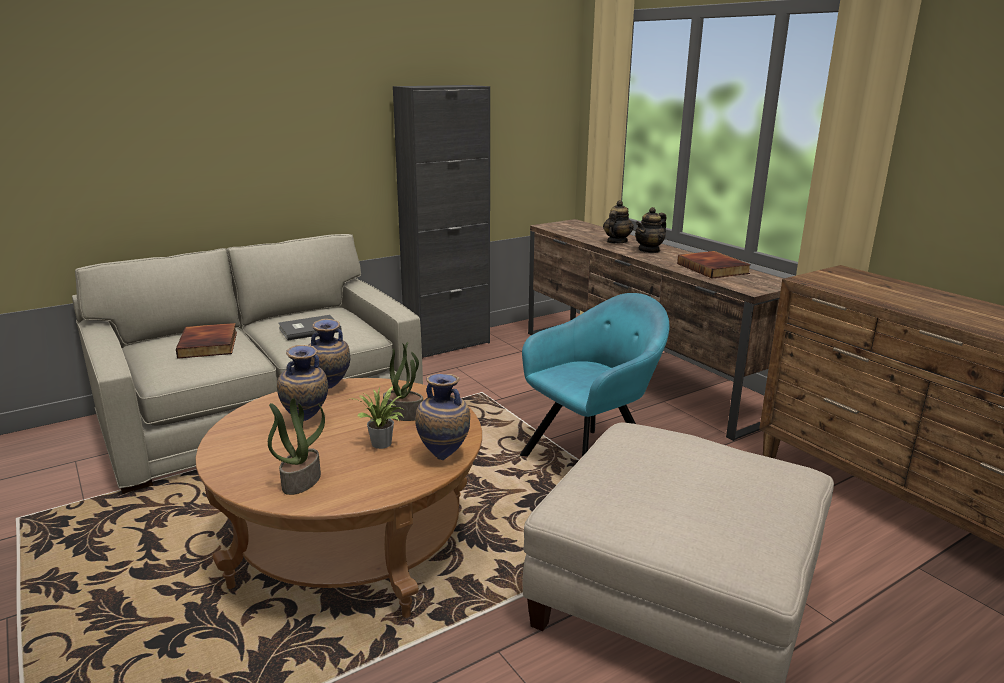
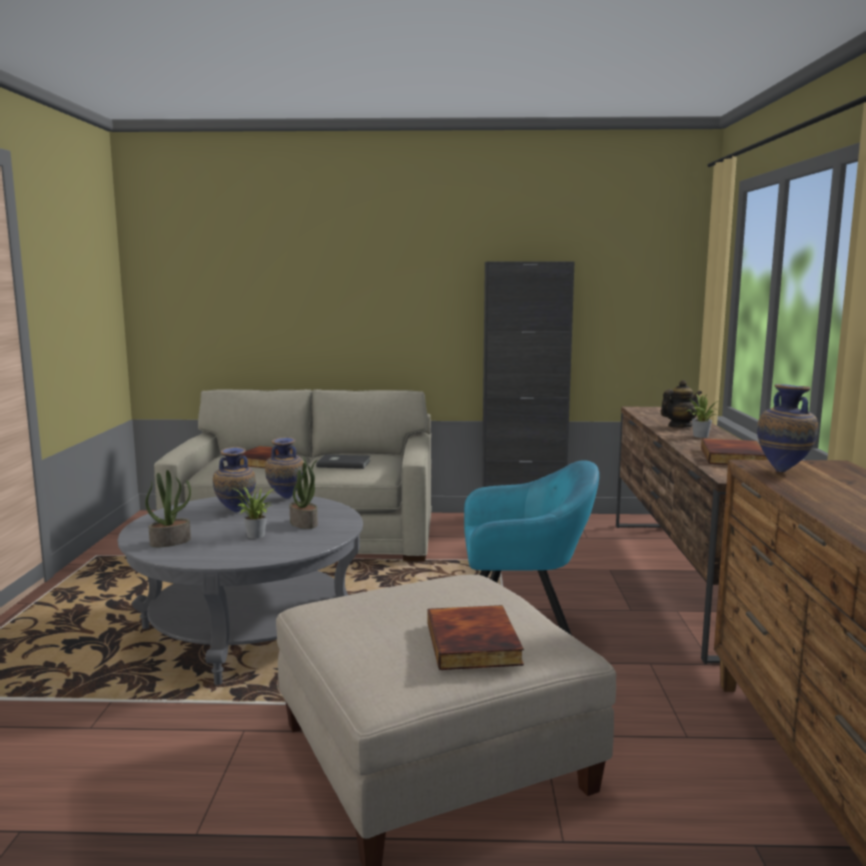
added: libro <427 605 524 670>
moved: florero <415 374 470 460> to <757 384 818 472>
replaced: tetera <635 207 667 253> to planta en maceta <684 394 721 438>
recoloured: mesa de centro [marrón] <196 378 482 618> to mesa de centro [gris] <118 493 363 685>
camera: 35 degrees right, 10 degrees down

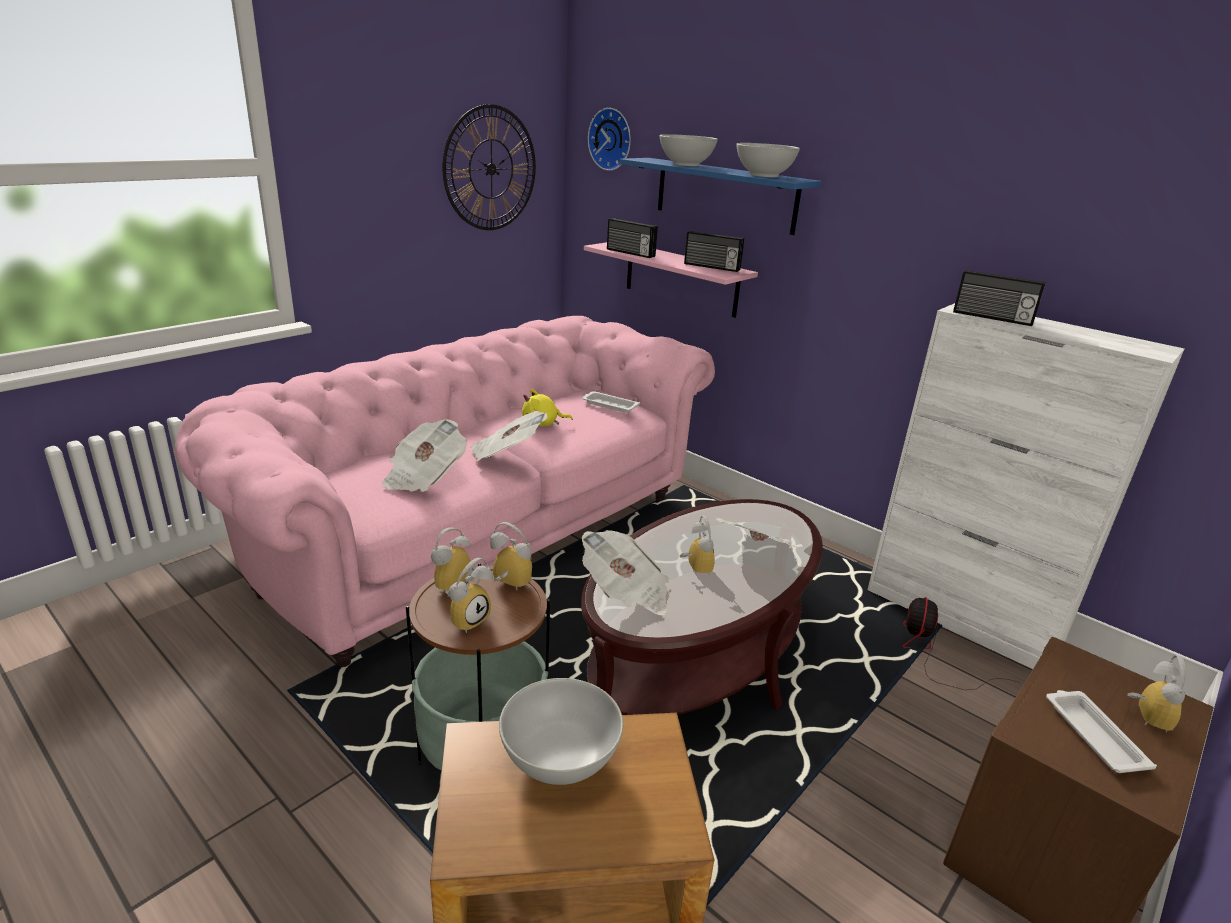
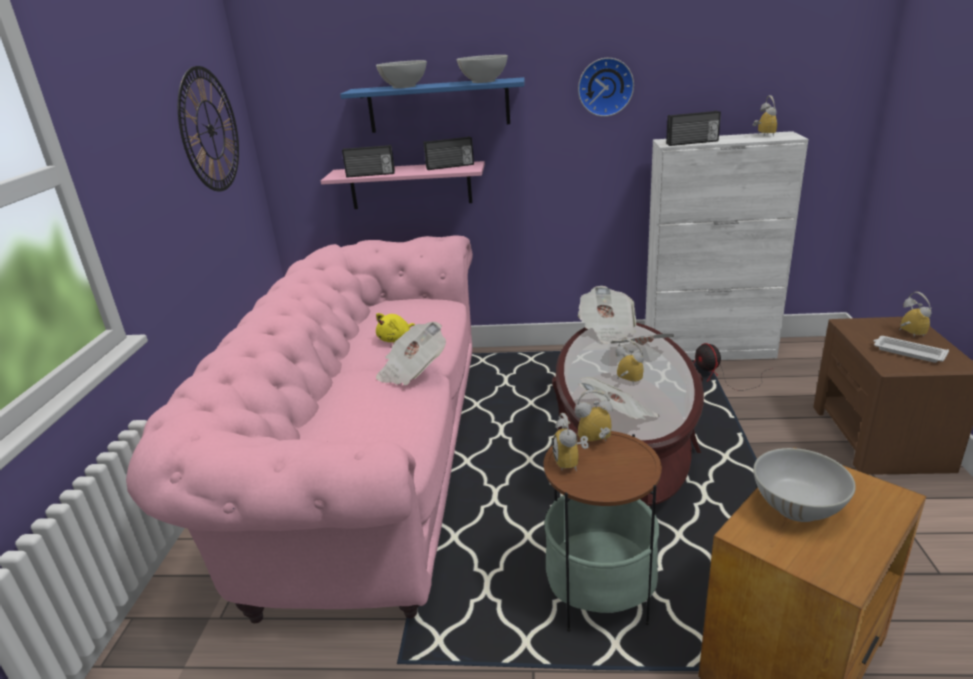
removed: bandeja [blanco] <582 391 640 413>
moved: periódico <382 419 467 492> to <578 286 636 344>; despertador <445 558 493 633> to <753 95 777 136>; reloj de pared <588 108 631 171> to <578 58 634 117>
camera: 35 degrees left, 0 degrees up

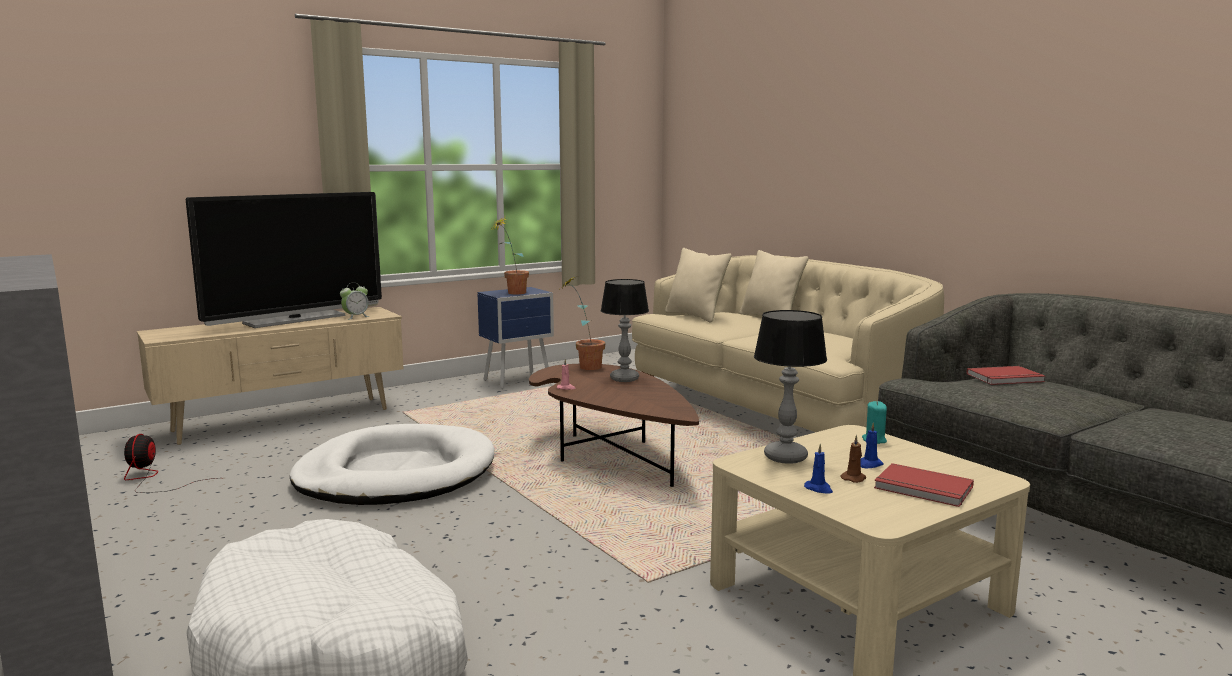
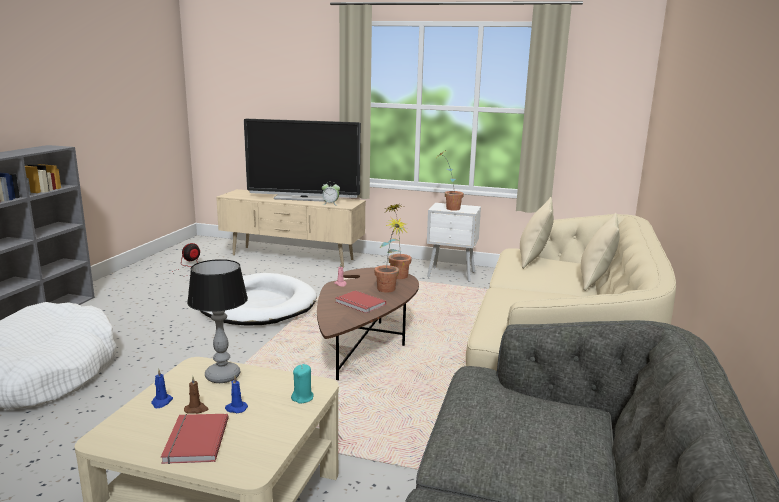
moved: libro [rojo] <966 366 1045 385> to <335 290 386 313>
replaced: lámpara de mesa <601 279 649 382> to planta en maceta <374 218 408 292>
recoloured: mesita de noche [azul] <477 287 554 389> to mesita de noche [blanco] <427 203 481 282>
camera: 50 degrees right, 5 degrees up

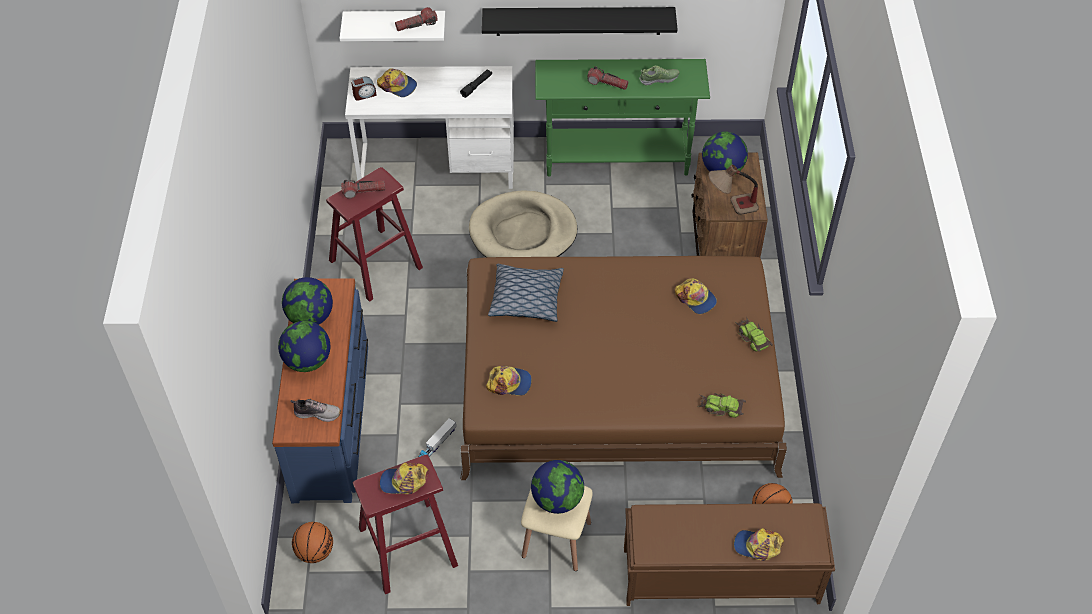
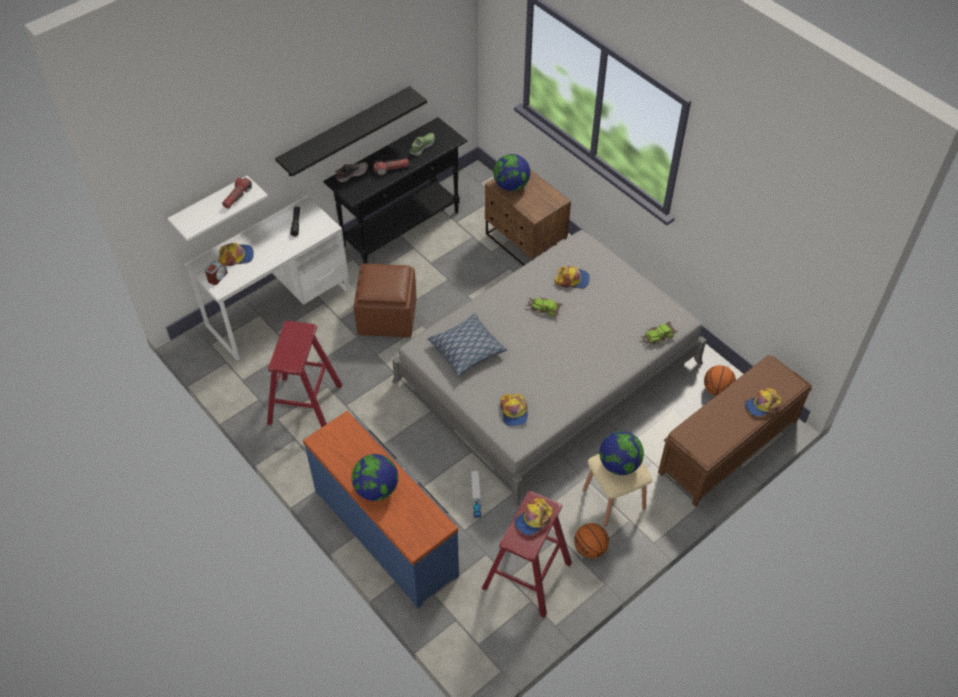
removed: globo terráqueo <282 277 333 325>; linterna <341 180 385 199>; lámpara de mesa <708 165 759 215>
moved: zapato <290 399 341 422> to <335 162 368 182>; balón de baloncesto <292 522 333 563> to <574 523 609 558>; coche de juguete <735 317 773 351> to <525 297 563 316>
replaced: cama para perro [beis] <469 190 577 257> to puf [marrón] <354 263 416 338>
recoloured: cama [marrón] <461 256 787 480> to cama [gris] <392 230 706 507>; mesa consola [verde] <535 59 710 176> to mesa consola [negro] <323 117 467 264>
turned: gorra <486 366 532 395> = <500 393 528 426> 120 degrees clockwise
camera: 40 degrees left, 0 degrees up

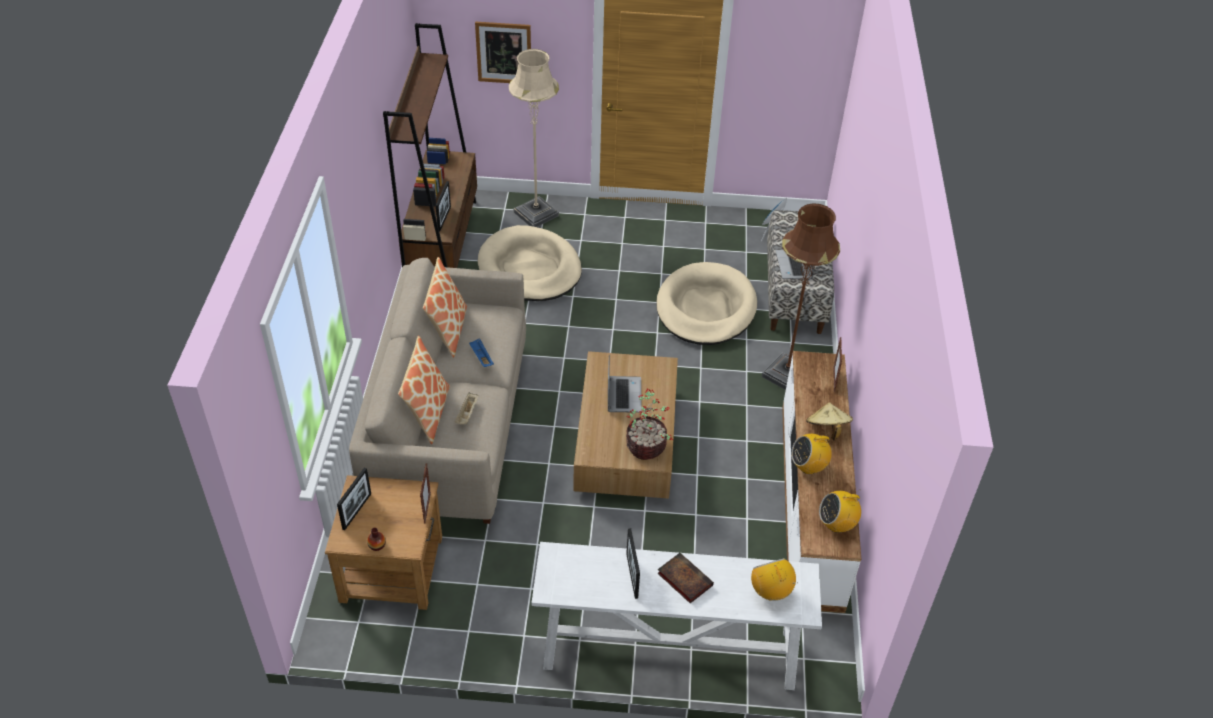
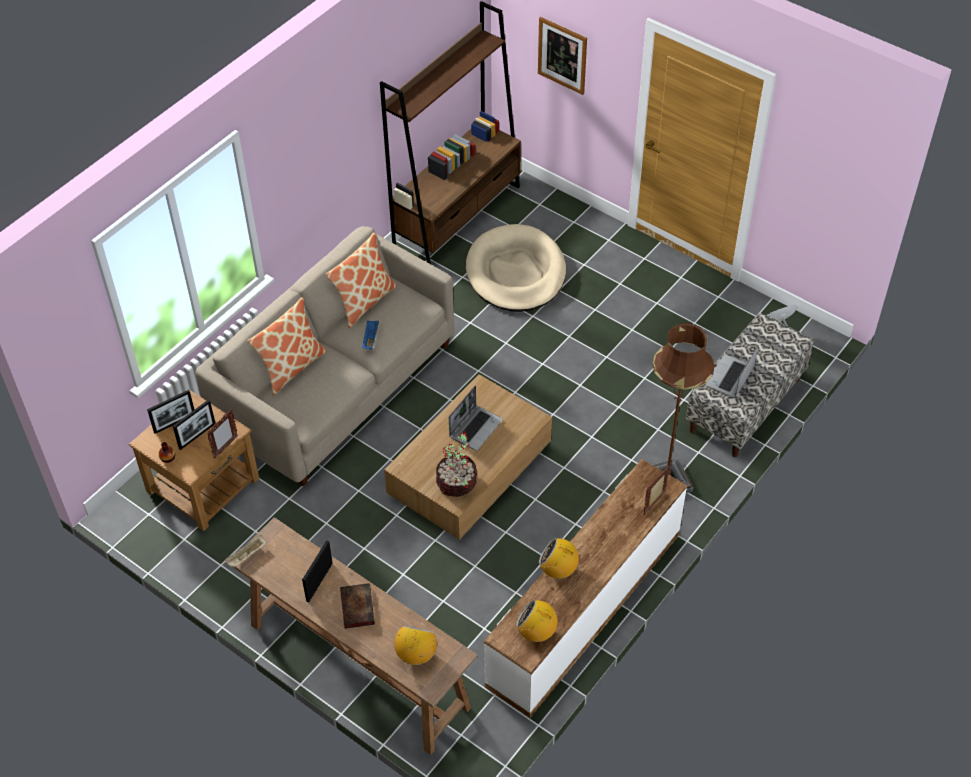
removed: lámpara de pie [beis] <509 49 559 227>; cama para perro [beis] <656 262 757 345>; sombrero [beis] <806 402 853 441>
moved: portarretratos <436 181 451 231> to <173 400 216 450>; bandeja [beis] <455 392 478 425> to <225 535 267 568>
recoloured: mesa consola [blanco] <531 542 822 690> to mesa consola [marrón] <232 517 477 755>
camera: 35 degrees right, 5 degrees up

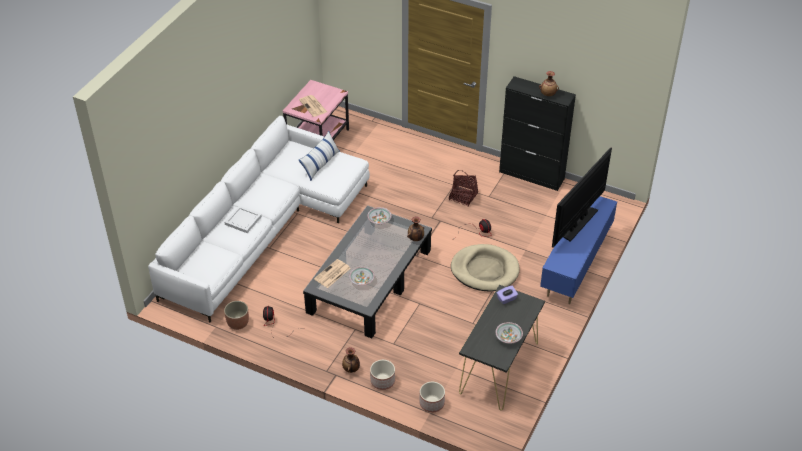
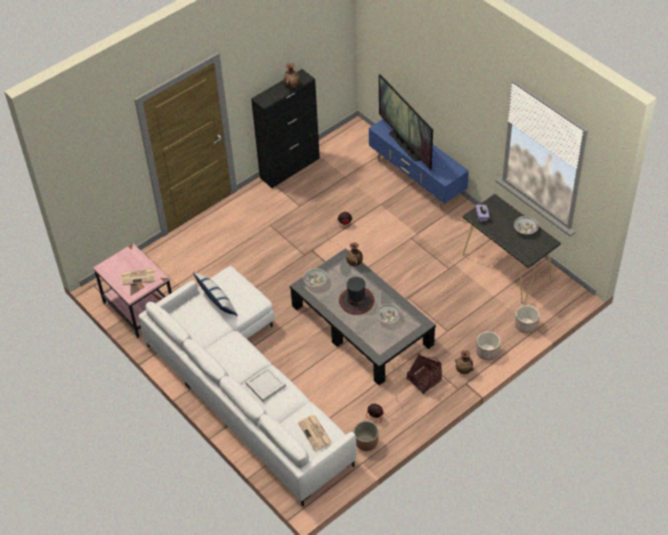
removed: cama para perro [beis] <451 244 520 291>
added: sombrero <339 277 374 315>
moved: periódico <314 259 351 288> to <298 415 332 451>; cesta <449 170 478 207> to <407 354 442 394>
camera: 65 degrees left, 5 degrees up

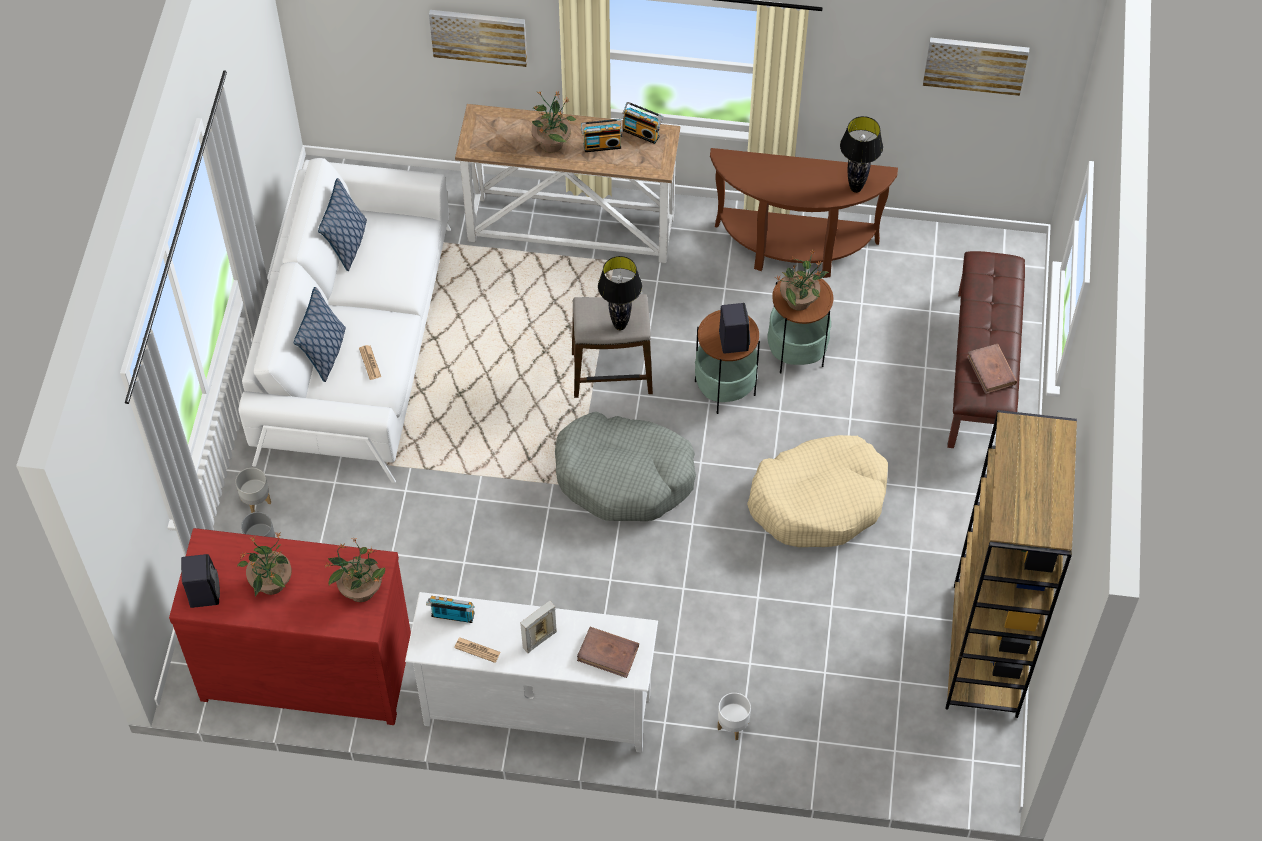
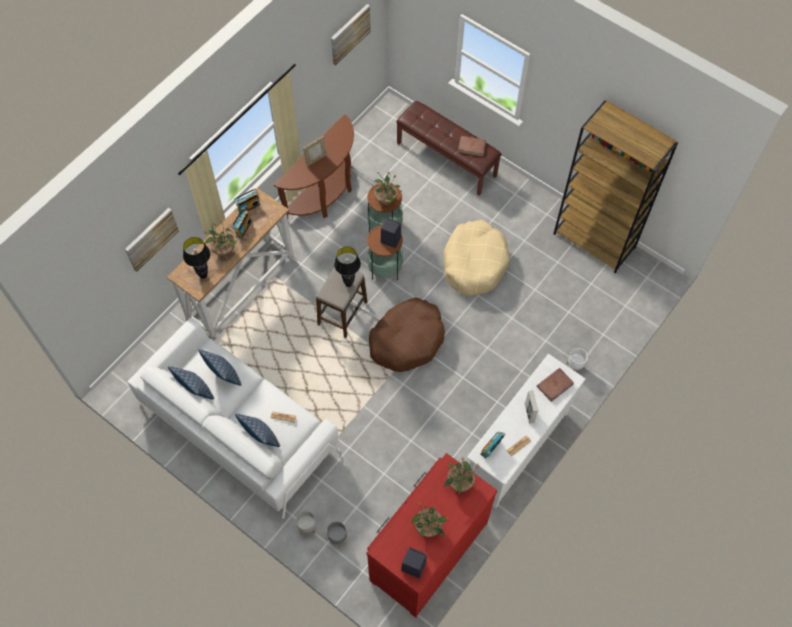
added: cojín <198 349 242 386>; portarretratos <303 136 327 167>
moved: lámpara de mesa [negro] <840 116 883 193> to <183 237 210 279>
recoloured: cama para perro [gris] <555 412 696 521> to cama para perro [marrón] <369 298 445 372>
camera: 60 degrees left, 5 degrees up

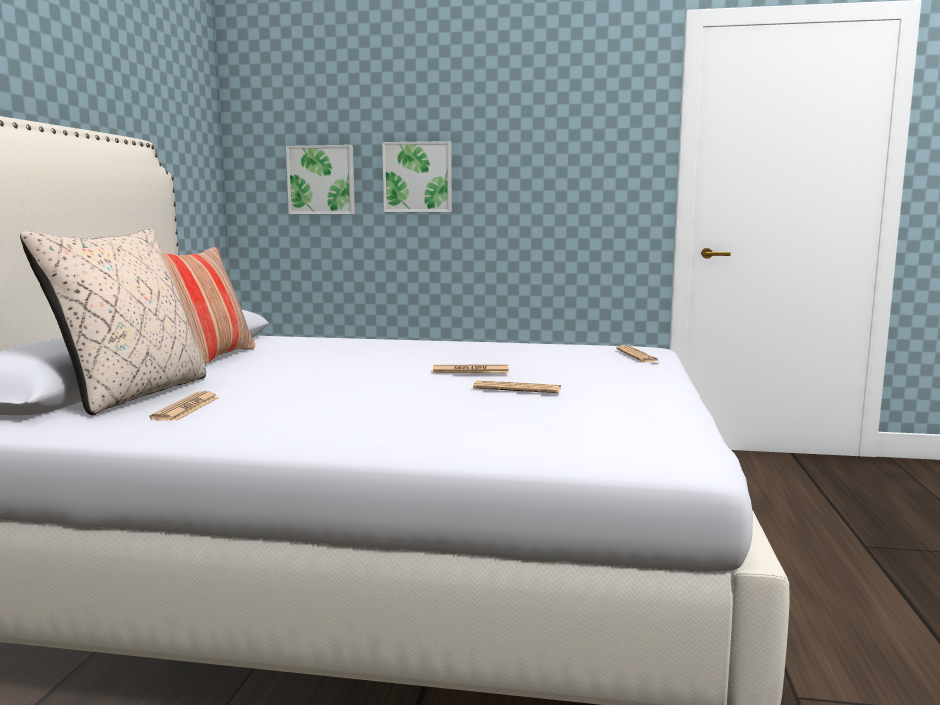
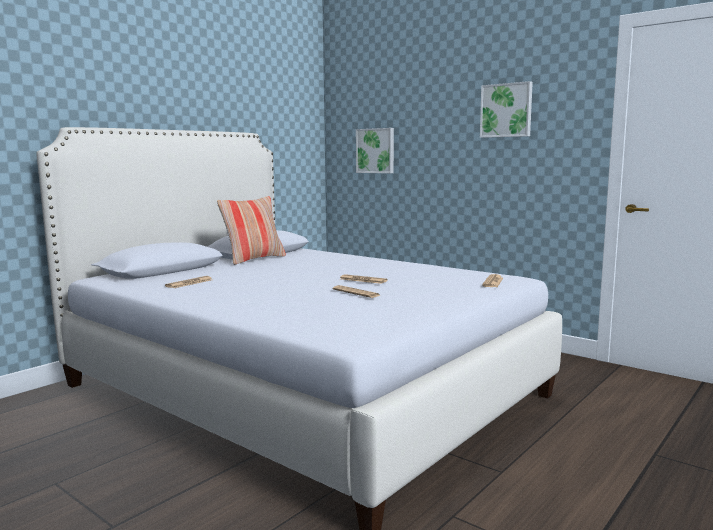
removed: cojín [beis] <20 229 206 415>
moved: cuadro <382 141 452 212> to <480 81 533 138>
camera: 30 degrees right, 0 degrees up

